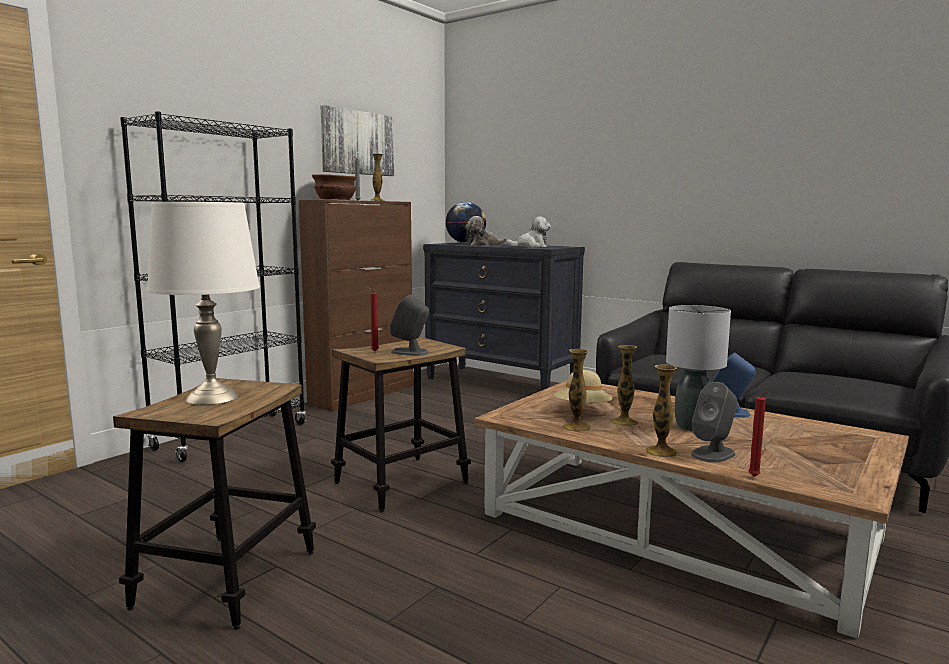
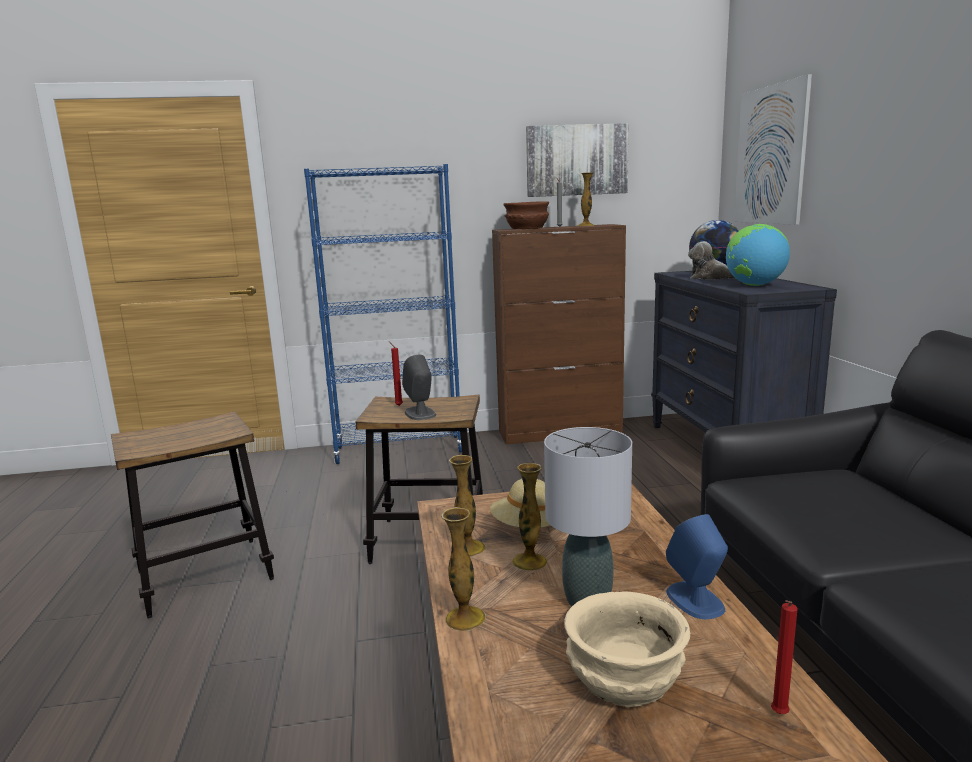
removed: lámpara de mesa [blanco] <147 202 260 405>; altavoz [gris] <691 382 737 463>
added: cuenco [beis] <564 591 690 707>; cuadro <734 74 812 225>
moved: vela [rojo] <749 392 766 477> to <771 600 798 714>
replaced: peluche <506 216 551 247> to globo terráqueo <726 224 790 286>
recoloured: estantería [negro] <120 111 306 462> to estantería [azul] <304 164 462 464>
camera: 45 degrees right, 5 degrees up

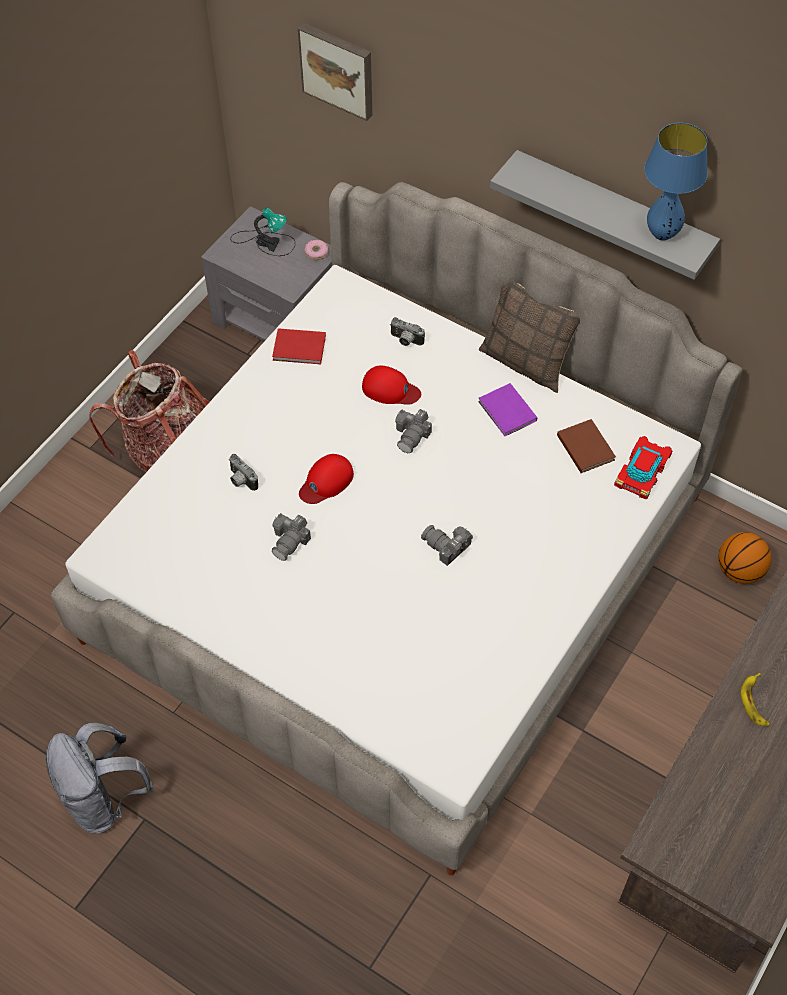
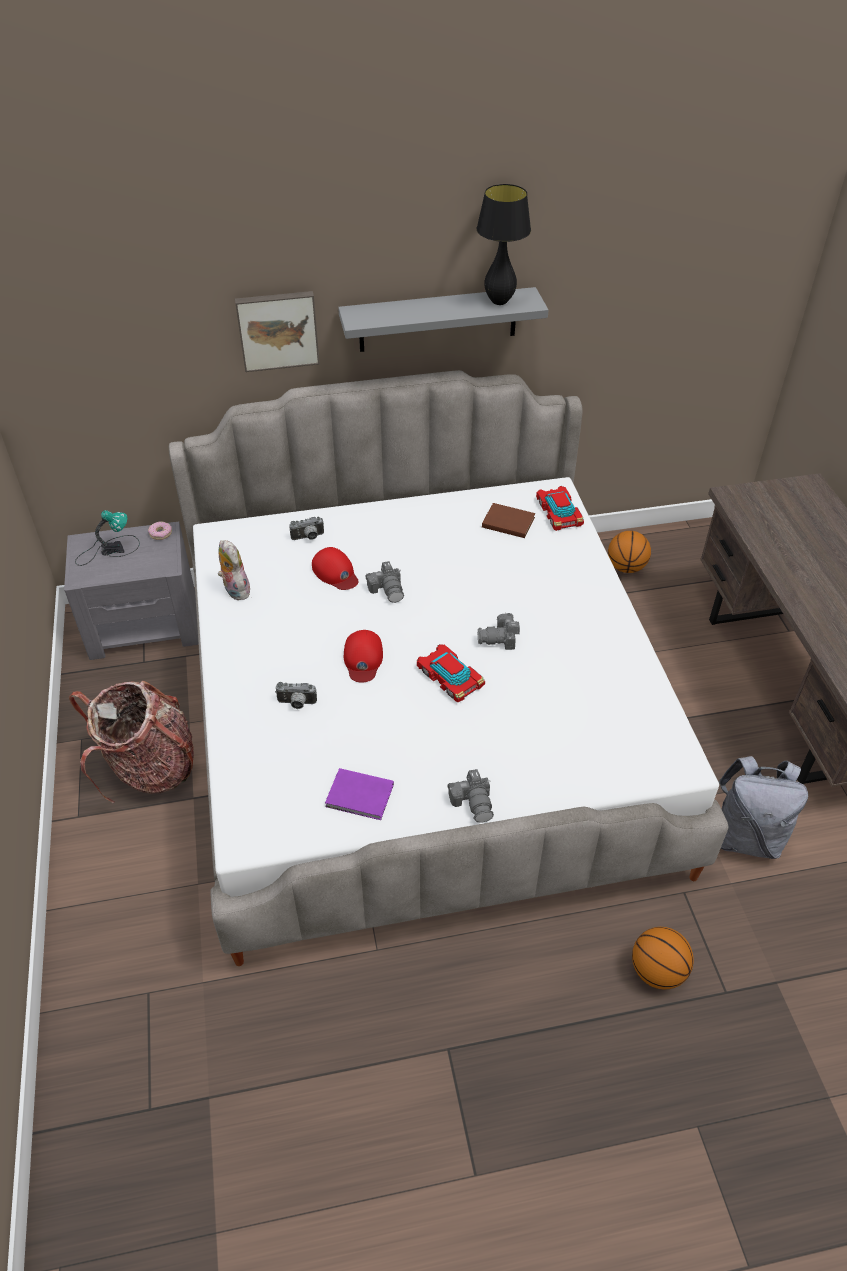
removed: cojín <479 282 580 393>; plátano <741 673 770 726>
added: coche de juguete <417 644 485 703>; balón de baloncesto <632 927 694 989>
moved: mochila [gris] <46 723 154 833> to <718 756 808 859>; cámara <272 513 311 561> to <447 769 494 823>; cuadro <298 23 372 121> to <235 291 320 372>; libro [morado] <478 383 537 436> to <325 768 394 820>
replaced: libro [rojo] <272 328 326 364> to peluche <218 540 253 600>
recoloured: lámpara de mesa [azul] <644 123 708 240> to lámpara de mesa [negro] <477 184 531 305>
turned: gorra [rojo] <362 366 421 405> = <312 547 359 590> 75 degrees clockwise
camera: 45 degrees left, 10 degrees down

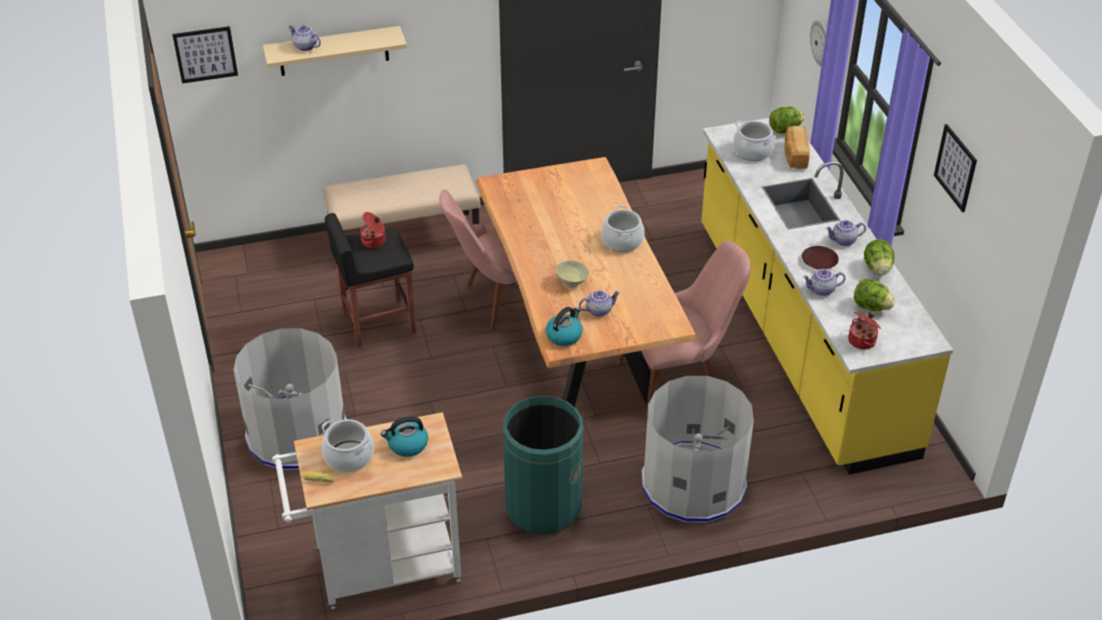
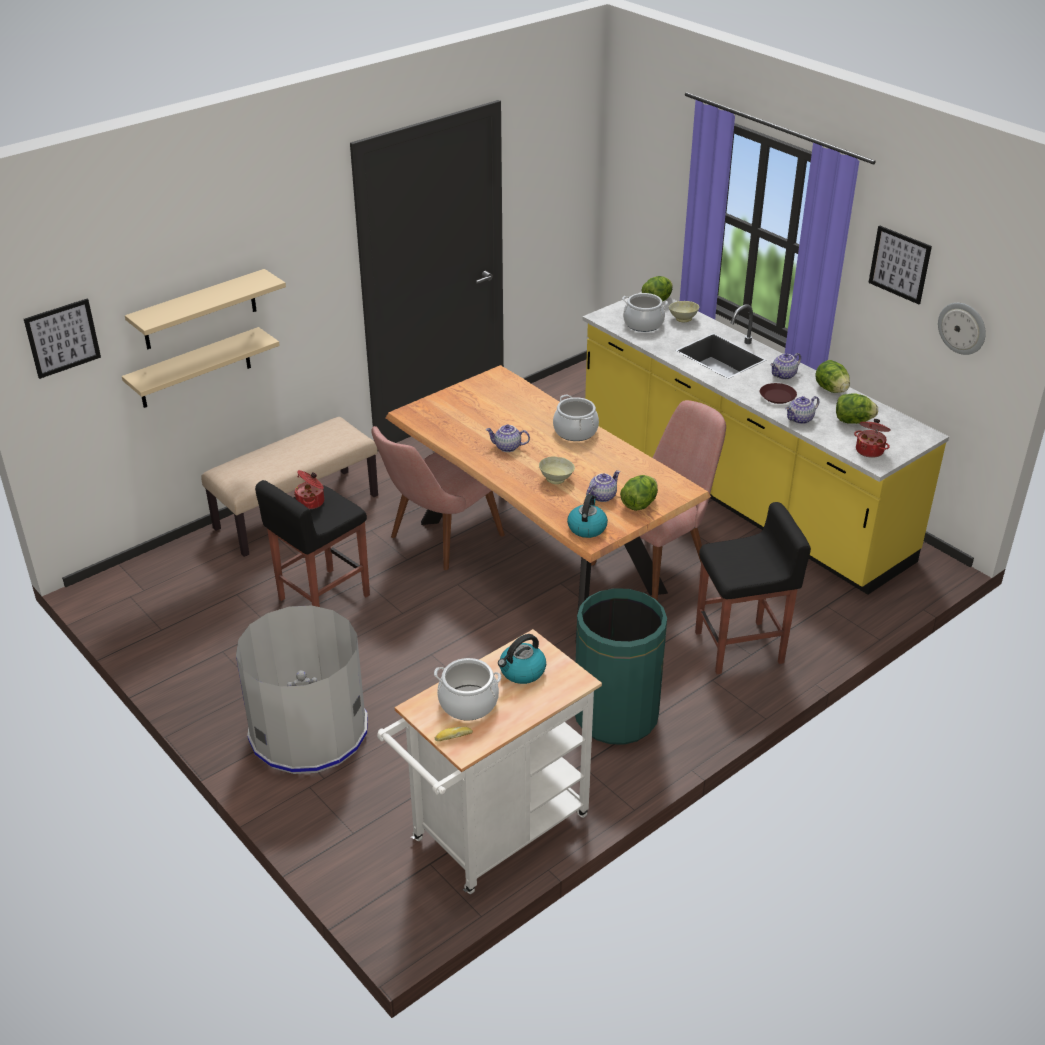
added: estante [beis] <122 327 280 408>; lechuga <620 475 658 511>
moved: tetera <288 25 321 51> to <486 424 530 452>; reloj de pared <810 20 826 66> to <938 303 986 355>
replaced: papelera [gris] <642 376 754 523> to taburete [negro] <695 502 811 674>; pan <785 126 810 169> to cuenco [beis] <669 301 699 322>
camera: 25 degrees left, 5 degrees down

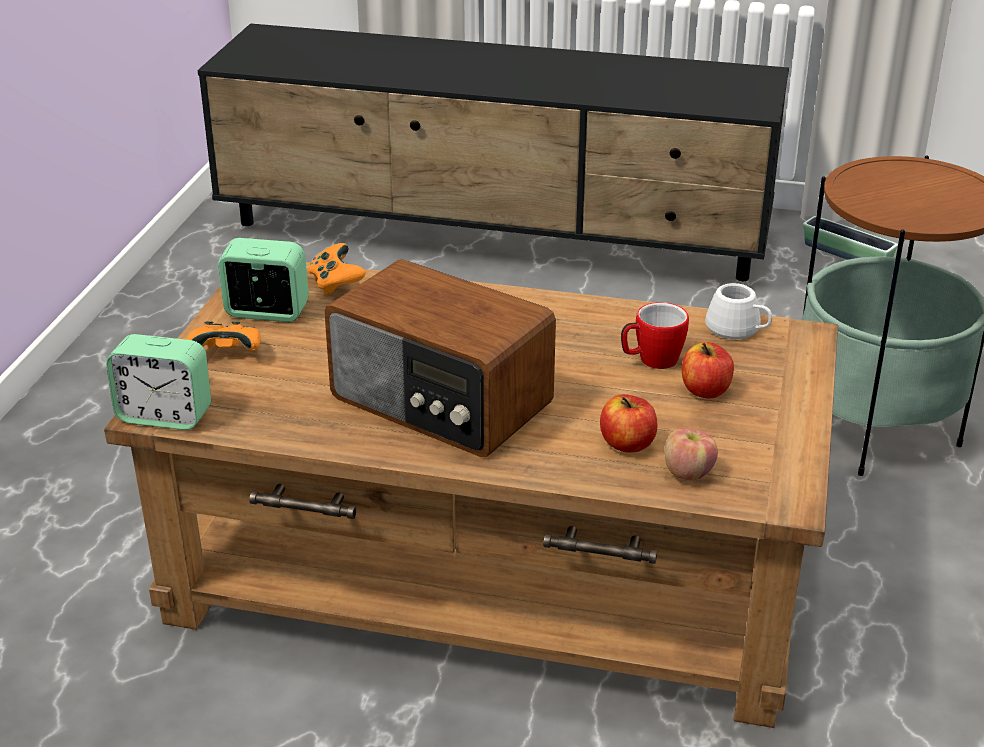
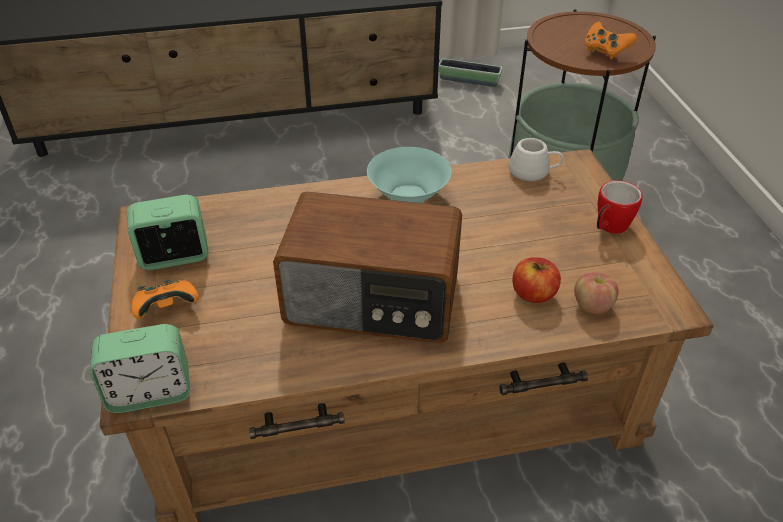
removed: manzana <682 342 734 398>
added: cuenco [turquesa] <367 147 451 203>
moved: mando de consola [naranja] <308 243 366 295> to <585 22 637 59>; taza grande <621 302 689 369> to <597 180 643 234>
camera: 25 degrees left, 10 degrees up

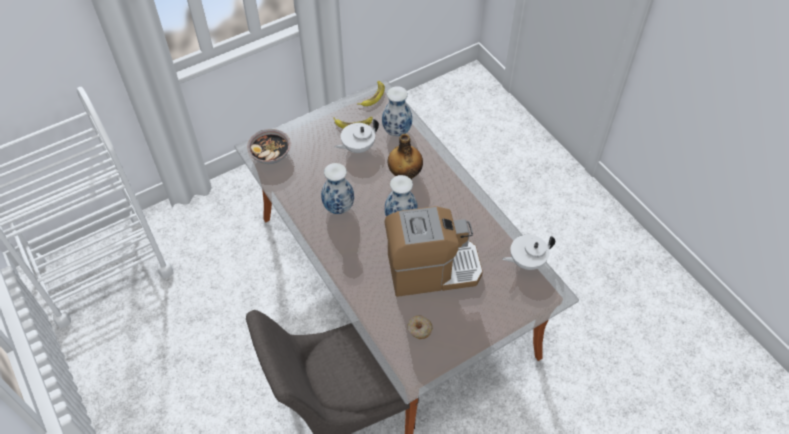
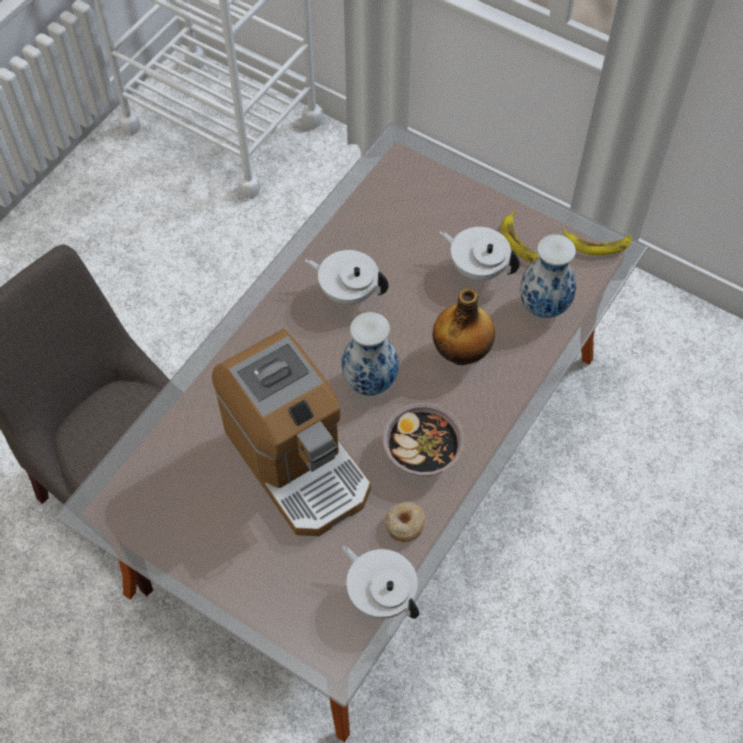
moved: cuenco <247 129 291 164> to <382 402 465 476>; rosquilla <407 315 433 339> to <385 501 425 542>
replaced: florero <321 163 354 214> to tetera [blanco] <305 250 389 305>
camera: 65 degrees right, 5 degrees up

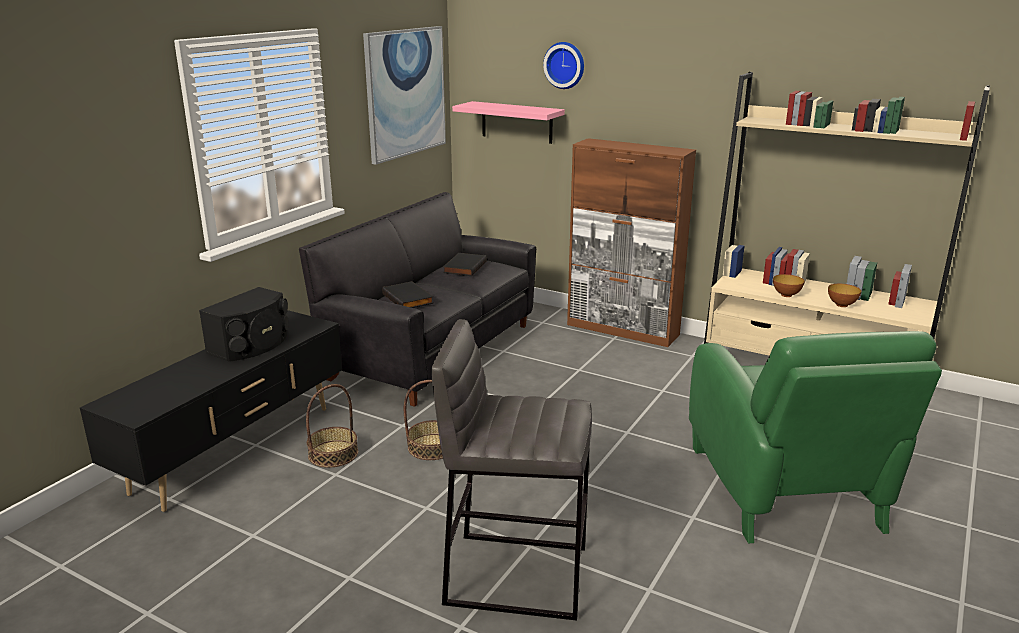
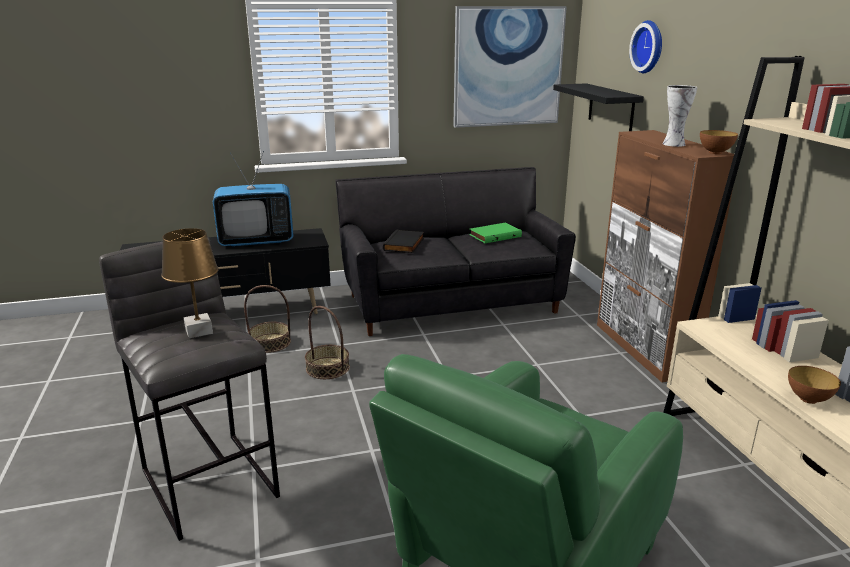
added: lámpara de mesa [marrón] <161 228 219 338>; florero <663 85 697 147>
moved: cuenco <773 274 805 297> to <700 130 738 154>
replaced: altavoz [negro] <199 287 289 362> to televisor <213 151 294 247>
recoloured: libro [negro] <443 253 487 276> to libro [verde] <469 223 522 243>; estante [rosa] <452 101 565 144> to estante [negro] <553 83 644 131>
camera: 45 degrees right, 0 degrees up

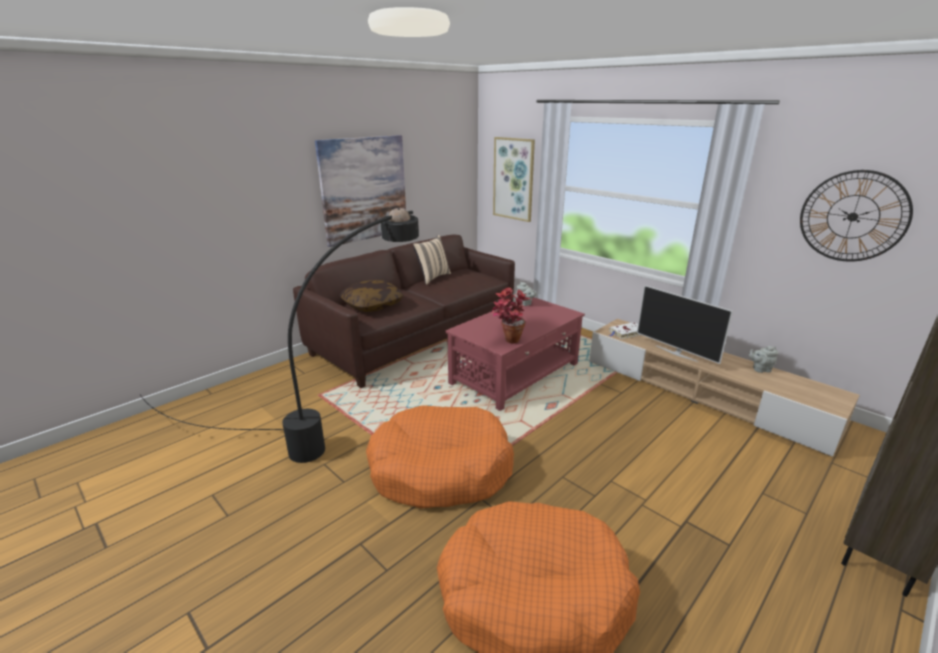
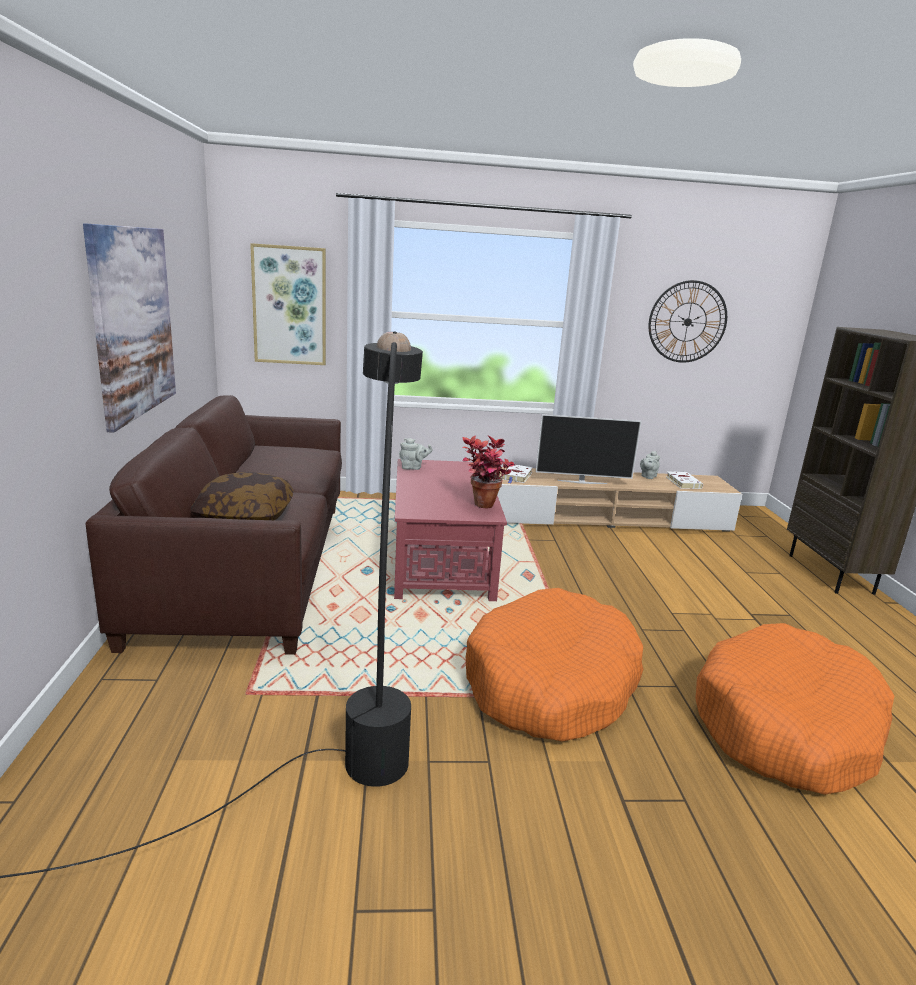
removed: cojín [beis] <413 235 451 285>
added: libro [blanco] <667 472 703 489>
camera: 50 degrees left, 5 degrees down

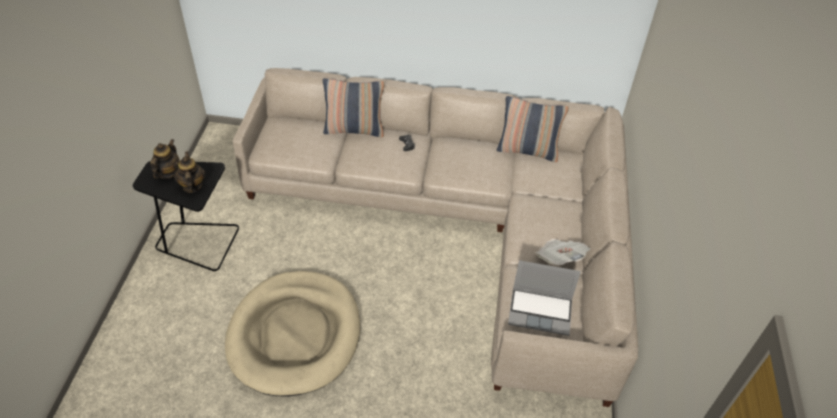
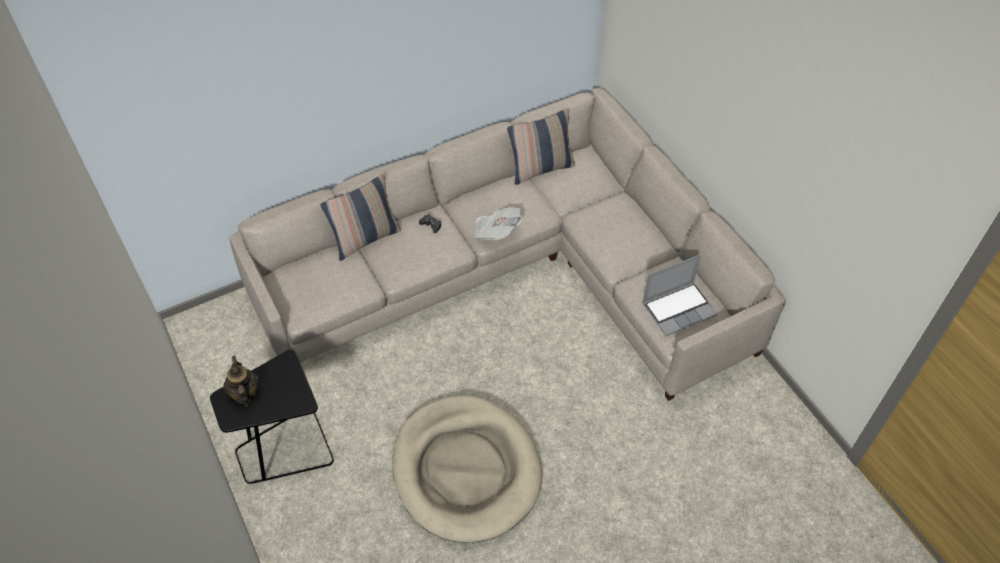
removed: tetera <174 151 206 193>
moved: periódico <535 238 590 265> to <473 207 522 241>
camera: 35 degrees left, 5 degrees up

